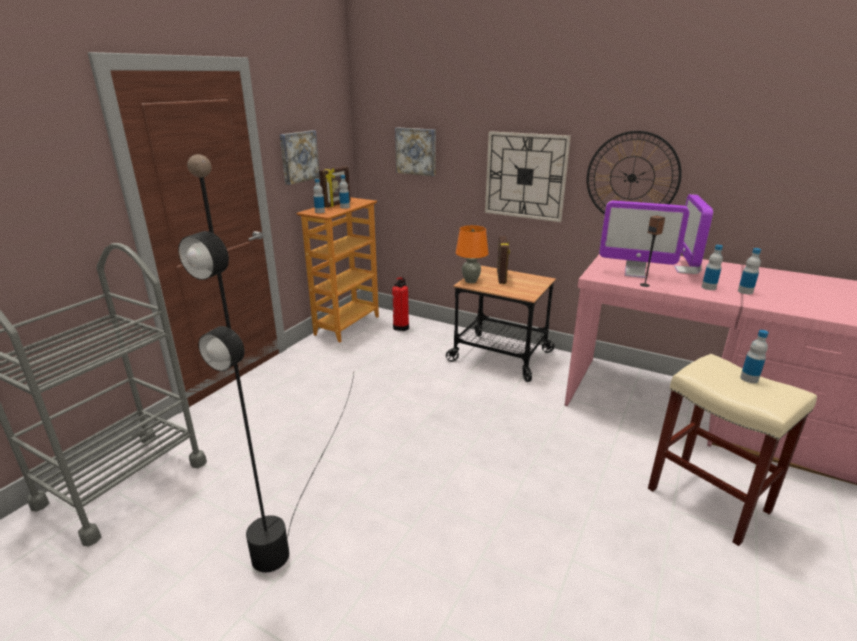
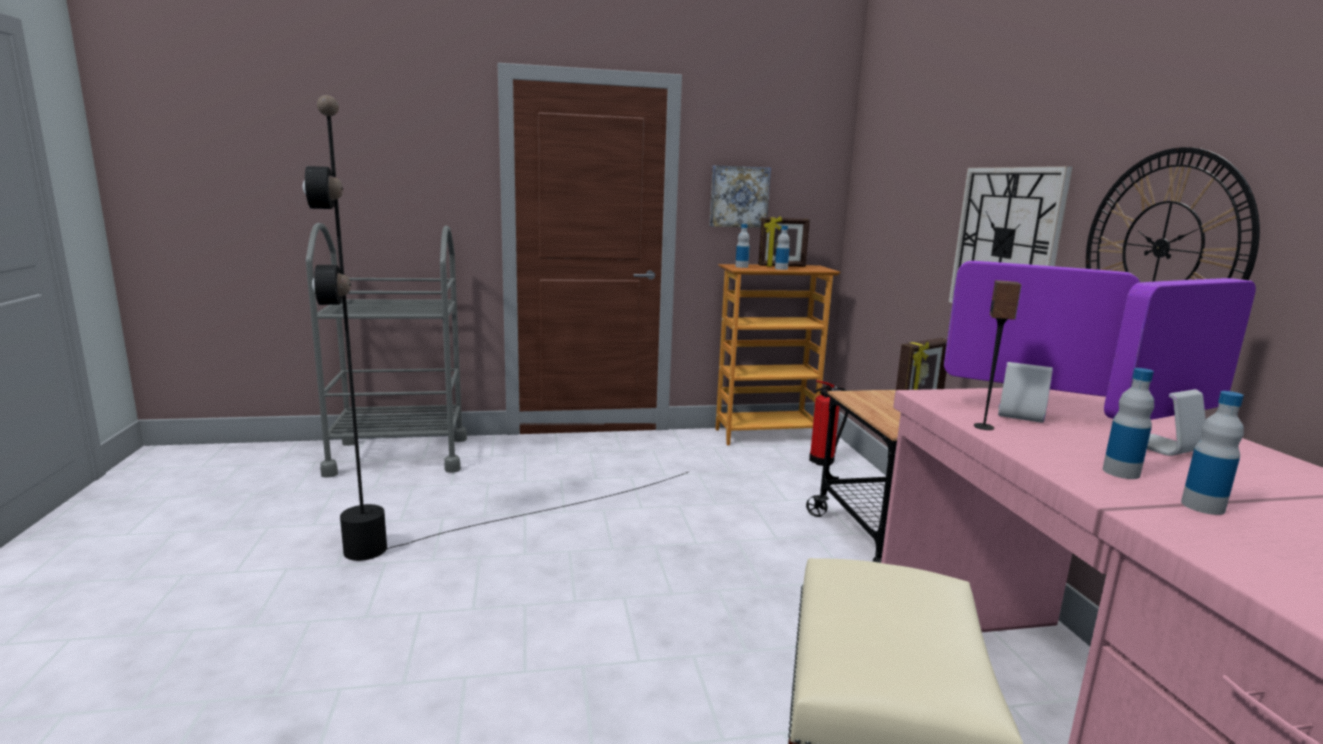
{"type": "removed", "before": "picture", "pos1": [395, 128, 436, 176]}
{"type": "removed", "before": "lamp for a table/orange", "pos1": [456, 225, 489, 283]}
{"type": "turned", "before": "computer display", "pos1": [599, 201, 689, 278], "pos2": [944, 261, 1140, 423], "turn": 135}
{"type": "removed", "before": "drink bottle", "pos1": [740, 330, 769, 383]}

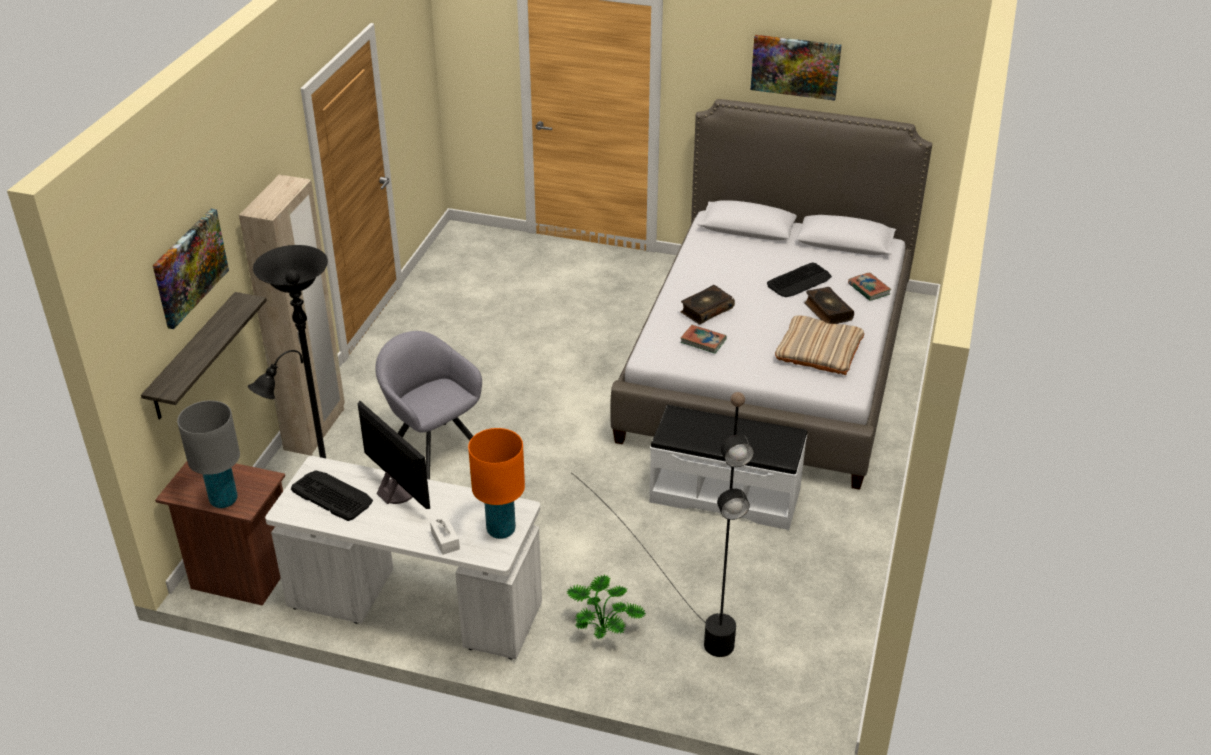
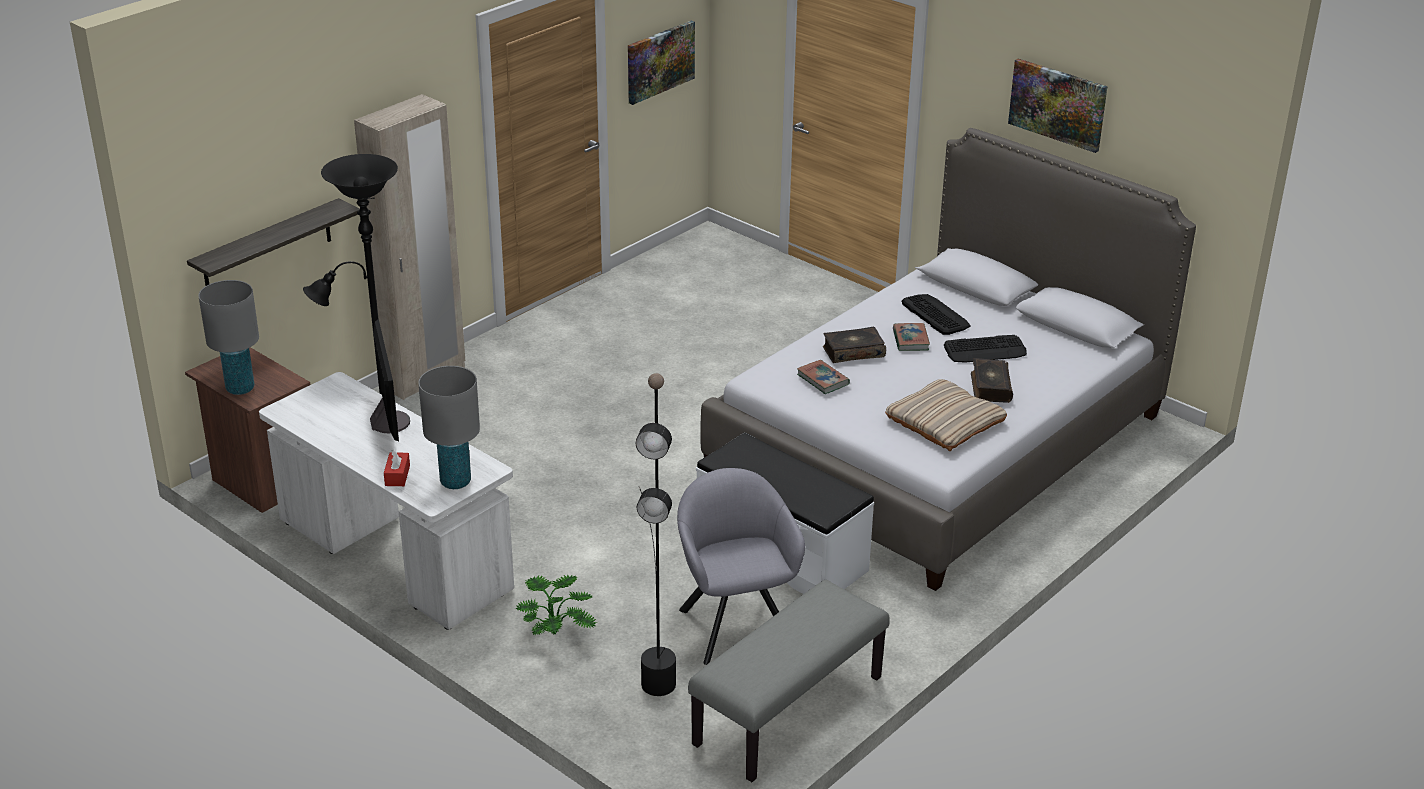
{"type": "moved", "before": "picture", "pos1": [153, 209, 229, 329], "pos2": [628, 21, 695, 105]}
{"type": "moved", "before": "PC keyboard", "pos1": [291, 470, 373, 521], "pos2": [901, 294, 971, 335]}
{"type": "moved", "before": "lounge chair/greyish", "pos1": [375, 331, 482, 480], "pos2": [677, 468, 805, 665]}
{"type": "recoloured", "before": "tissue holder/white", "after": "tissue holder/red", "pos1": [430, 517, 460, 555], "pos2": [384, 449, 410, 486]}
{"type": "recoloured", "before": "lamp for a table/orange", "after": "lamp for a table/greyish", "pos1": [468, 428, 525, 539], "pos2": [418, 366, 480, 489]}
{"type": "moved", "before": "volume", "pos1": [848, 272, 891, 301], "pos2": [893, 323, 930, 351]}
{"type": "added", "after": "indoor bench/greyish", "pos2": [688, 580, 890, 782]}

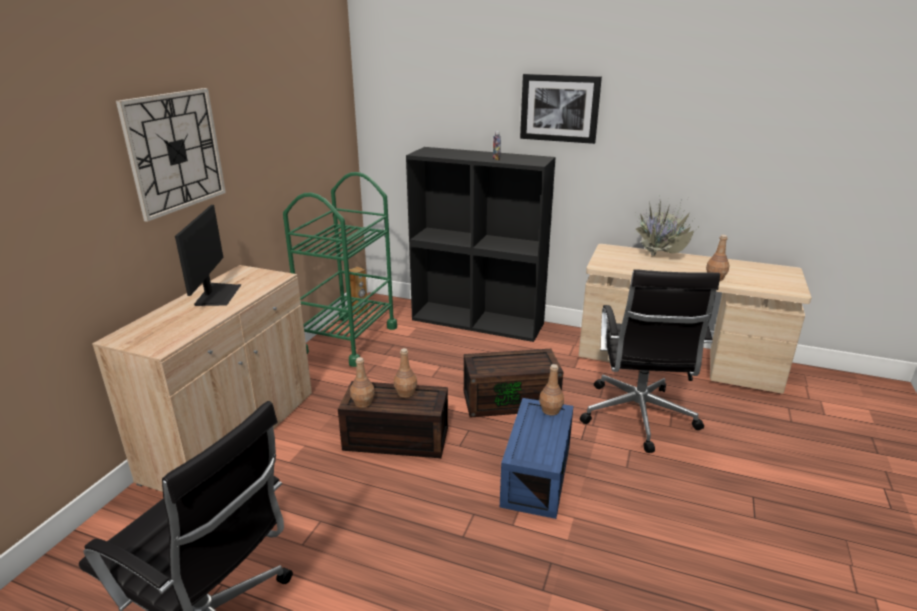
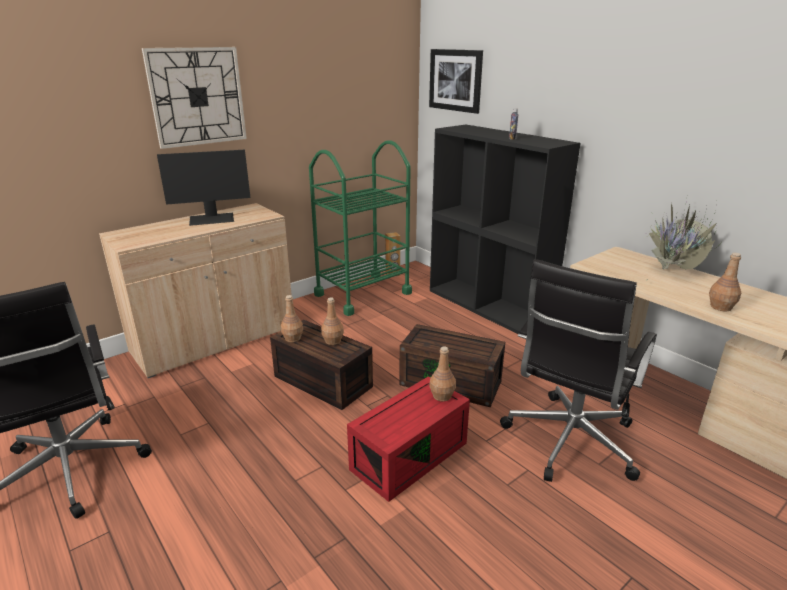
{"type": "turned", "before": "computer display", "pos1": [175, 205, 242, 306], "pos2": [157, 150, 250, 226], "turn": 45}
{"type": "recoloured", "before": "storage box/bluish", "after": "storage box/red", "pos1": [500, 398, 574, 519], "pos2": [347, 377, 470, 502]}
{"type": "moved", "before": "picture", "pos1": [520, 74, 602, 144], "pos2": [429, 49, 483, 114]}

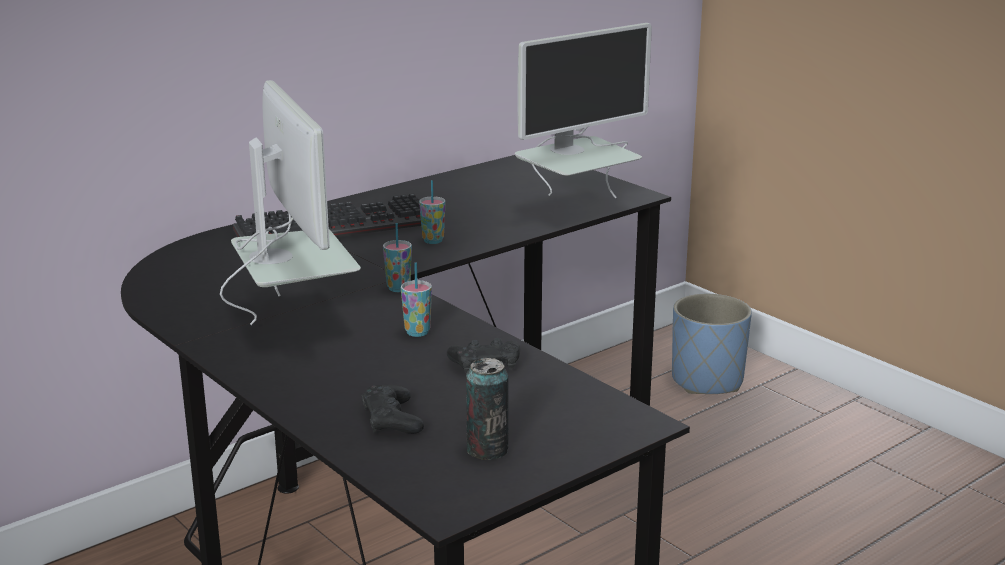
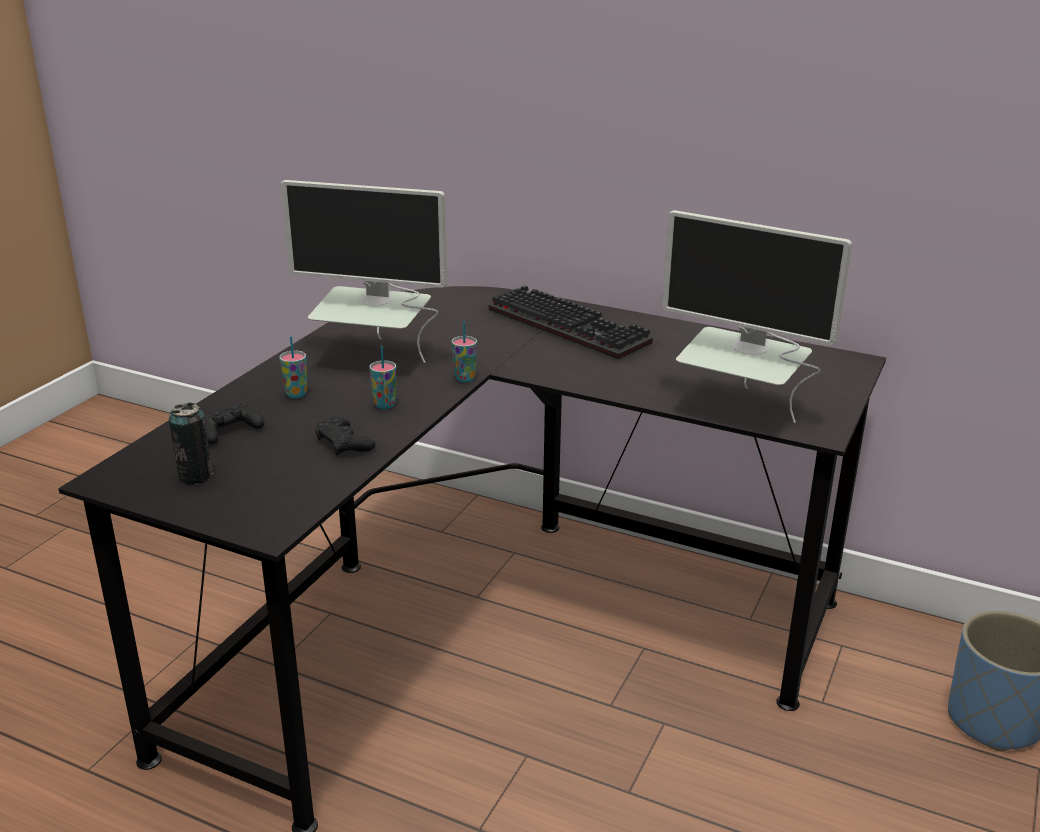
{"type": "turned", "before": "computer display", "pos1": [220, 80, 361, 325], "pos2": [281, 180, 447, 363], "turn": 60}
{"type": "moved", "before": "cup", "pos1": [419, 180, 446, 244], "pos2": [279, 336, 307, 399]}

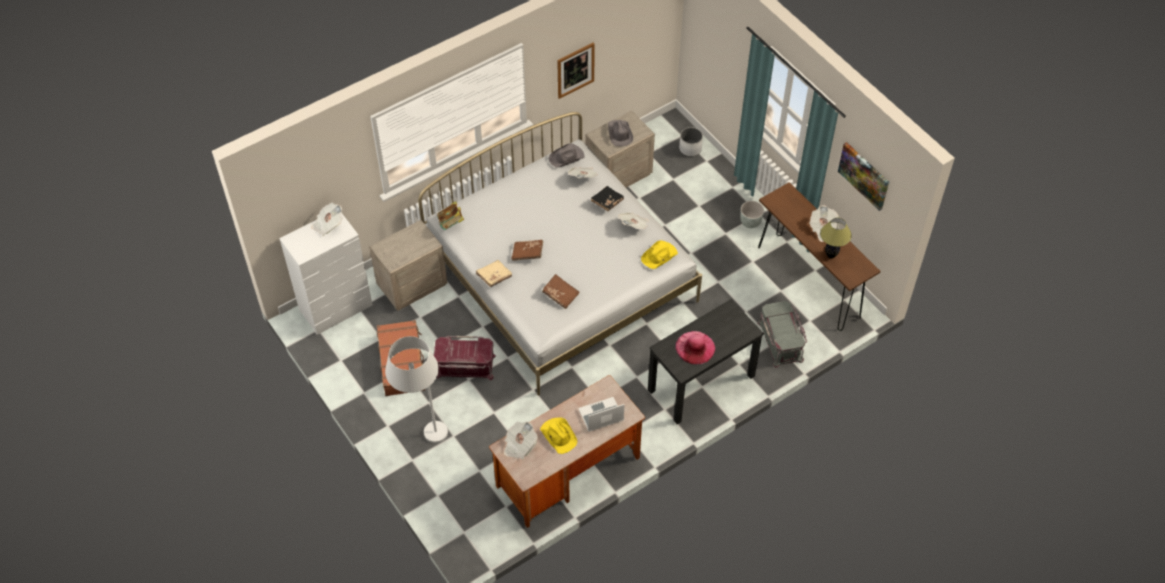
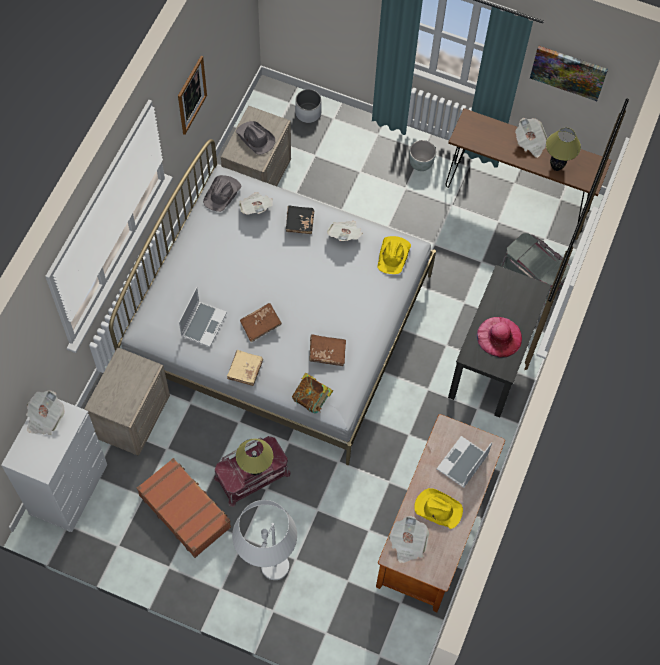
{"type": "moved", "before": "volume", "pos1": [437, 201, 464, 230], "pos2": [292, 373, 333, 414]}
{"type": "added", "after": "laptop", "pos2": [179, 287, 227, 347]}
{"type": "added", "after": "lamp for a table", "pos2": [236, 438, 273, 475]}

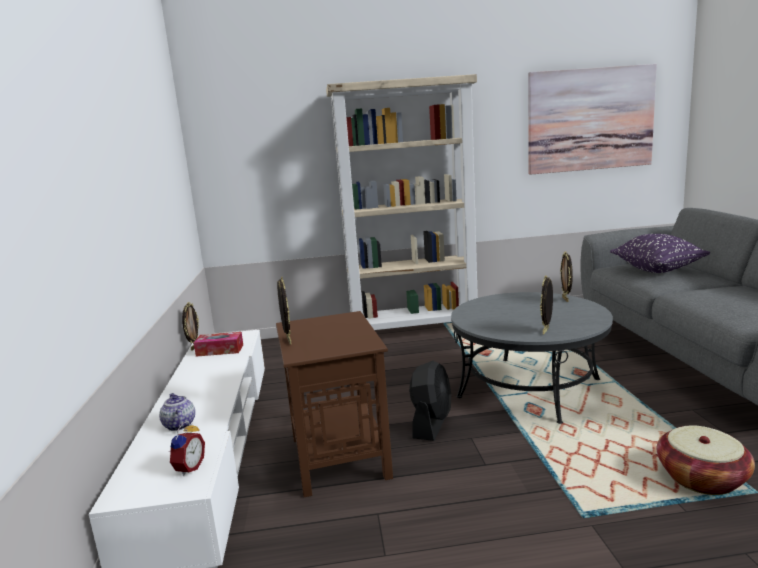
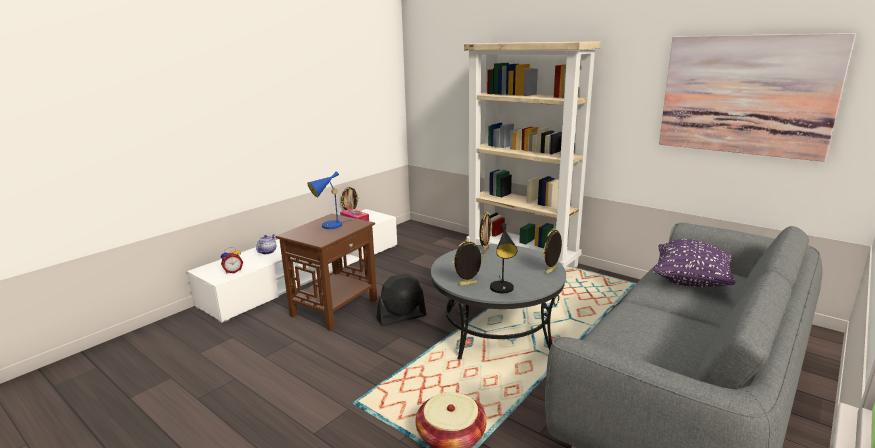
{"type": "moved", "before": "standing frame", "pos1": [277, 277, 291, 345], "pos2": [479, 211, 492, 254]}
{"type": "added", "after": "lamp for a table/bluish", "pos2": [307, 171, 351, 229]}
{"type": "added", "after": "lamp for a table/black-coloured", "pos2": [490, 223, 517, 293]}

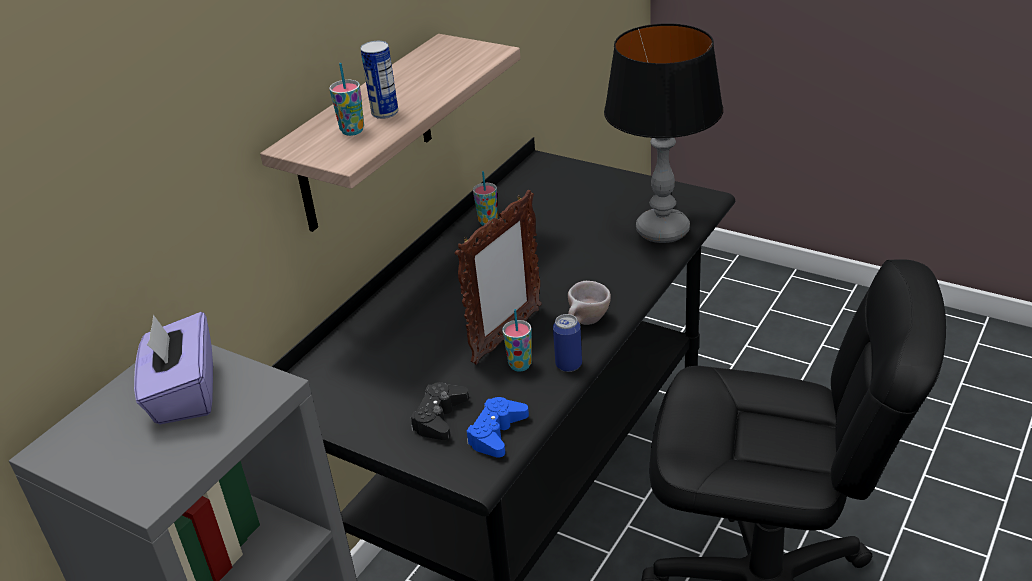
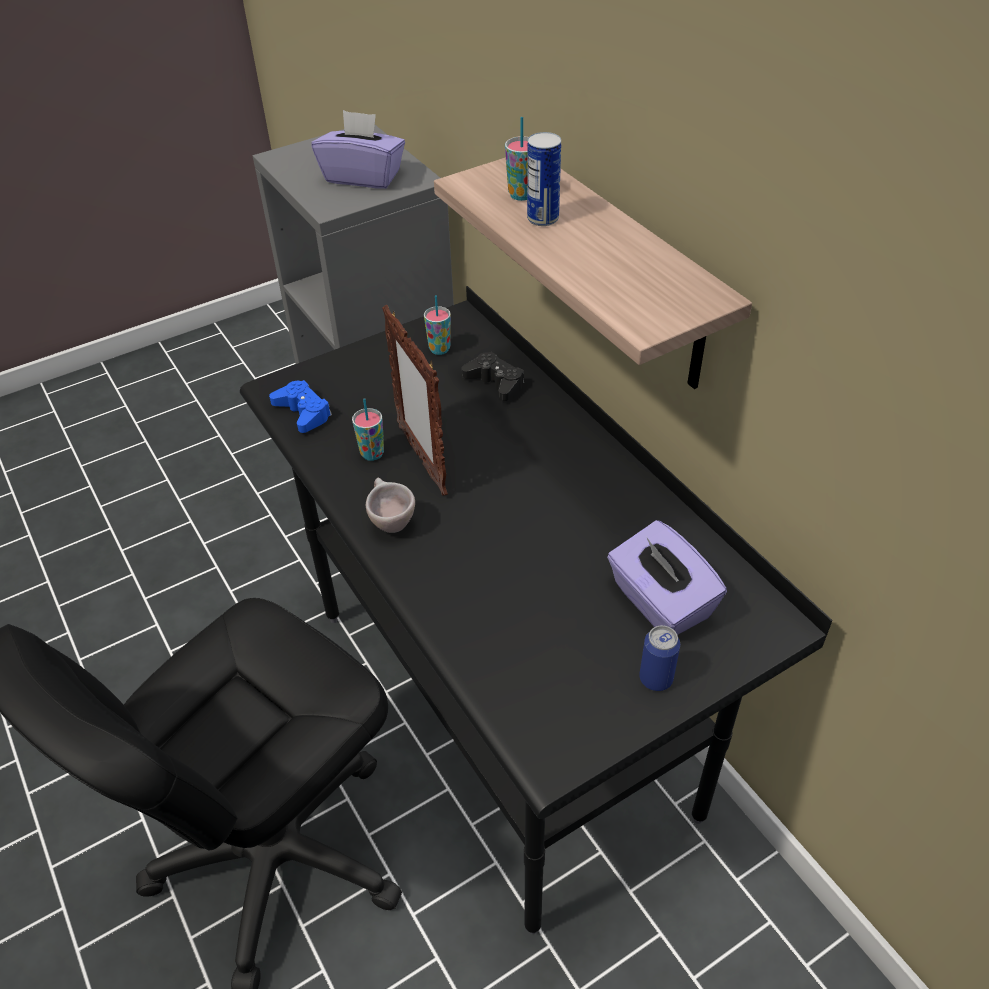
{"type": "moved", "before": "gamepad/black-coloured", "pos1": [411, 382, 469, 440], "pos2": [461, 352, 524, 401]}
{"type": "moved", "before": "cup", "pos1": [473, 171, 498, 226], "pos2": [424, 295, 451, 355]}
{"type": "moved", "before": "can", "pos1": [553, 314, 582, 372], "pos2": [639, 625, 680, 691]}
{"type": "removed", "before": "lamp for a table", "pos1": [604, 23, 723, 243]}
{"type": "added", "after": "tissue holder/purple-coloured", "pos2": [607, 520, 727, 635]}

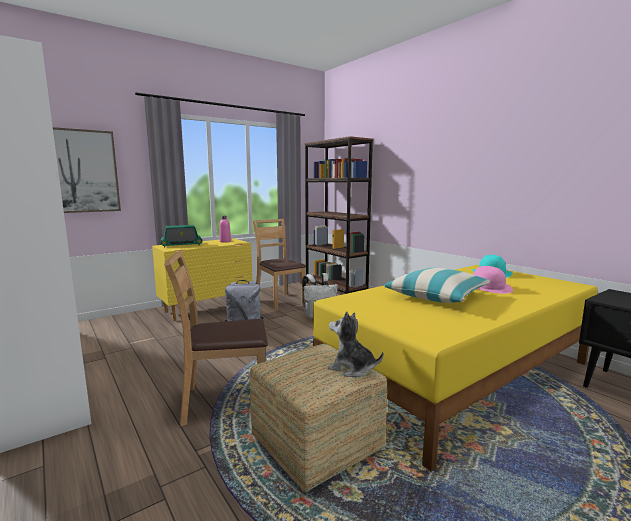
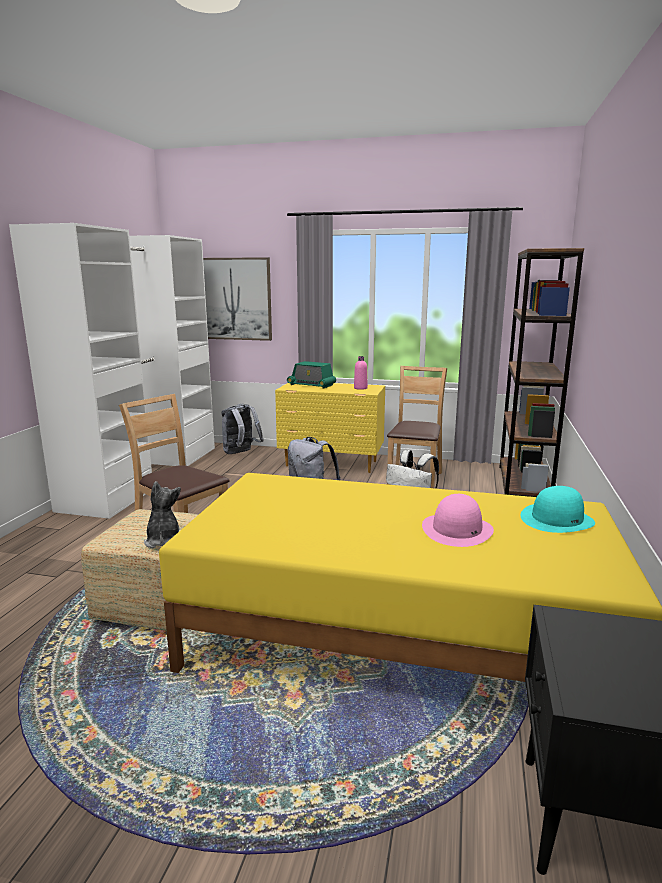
{"type": "removed", "before": "cushion", "pos1": [384, 268, 490, 303]}
{"type": "added", "after": "knapsack/greyish", "pos2": [221, 404, 264, 454]}

